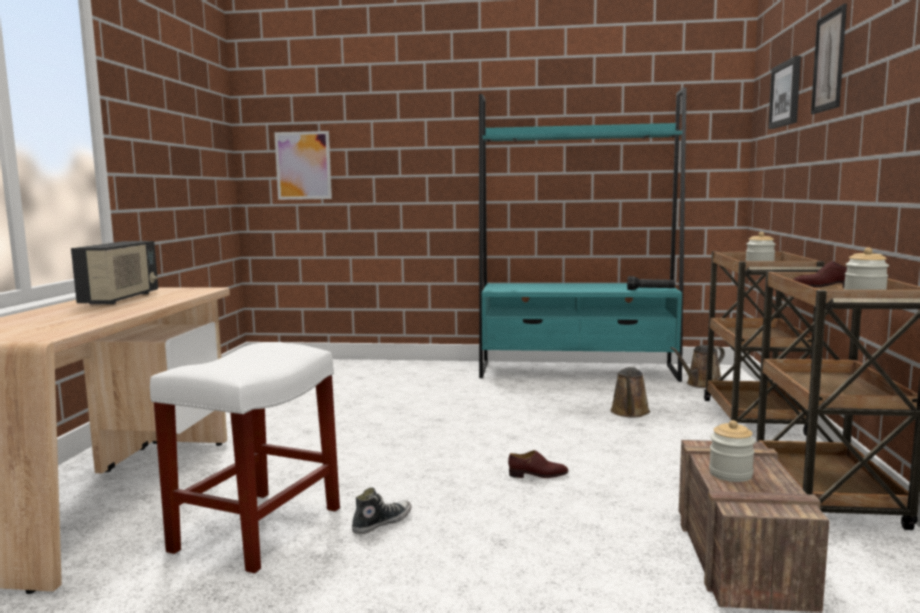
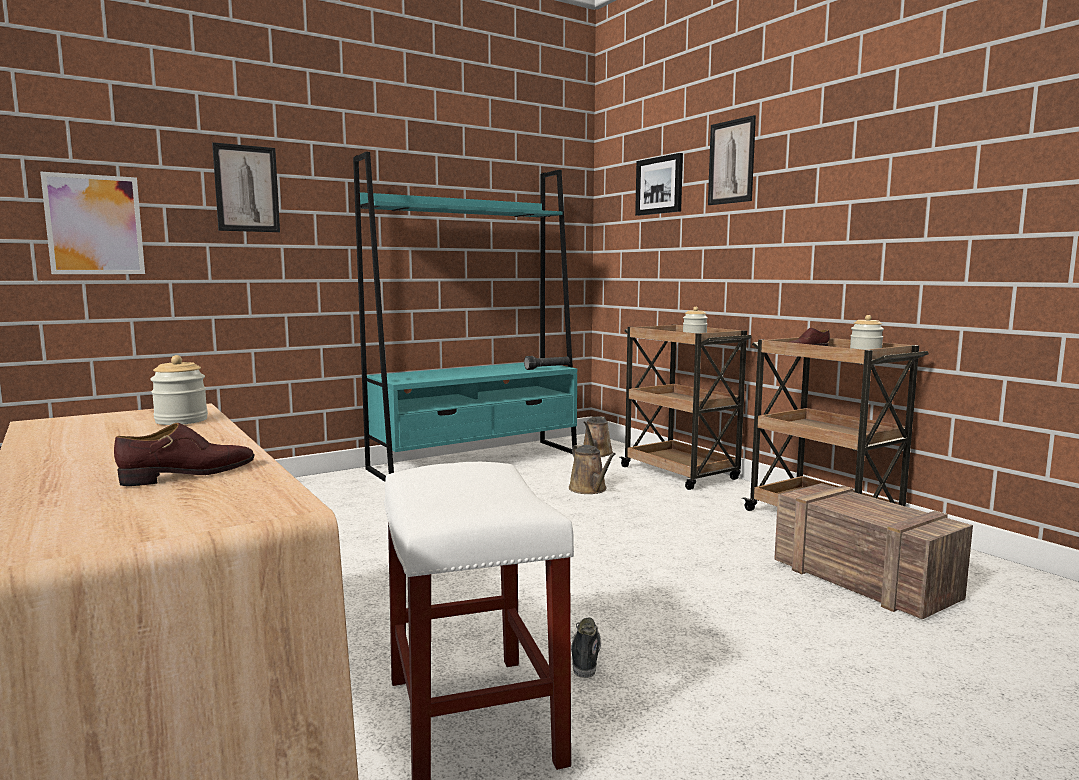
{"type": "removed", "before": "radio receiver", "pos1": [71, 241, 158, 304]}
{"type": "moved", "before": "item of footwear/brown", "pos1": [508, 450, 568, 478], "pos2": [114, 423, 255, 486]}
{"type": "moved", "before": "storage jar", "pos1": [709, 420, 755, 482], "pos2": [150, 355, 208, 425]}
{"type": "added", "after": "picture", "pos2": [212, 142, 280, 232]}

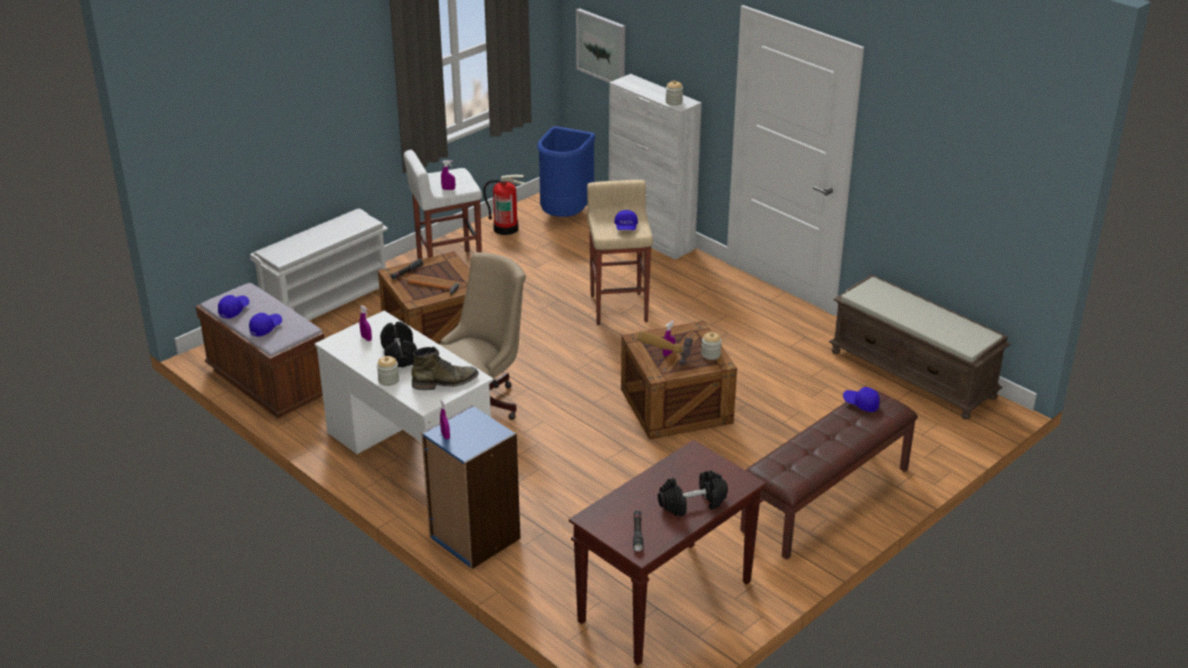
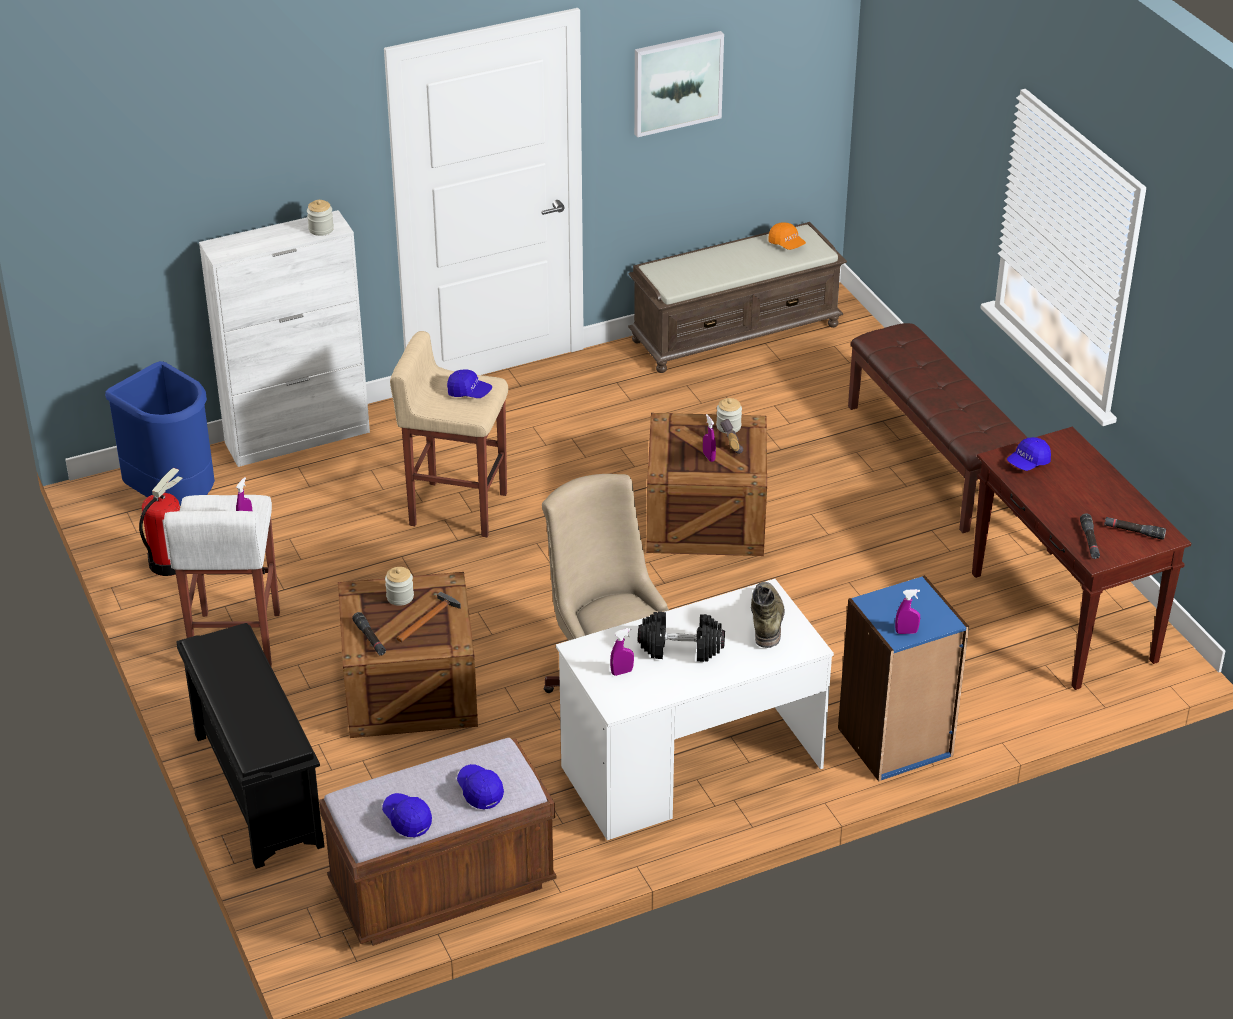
{"type": "recoloured", "before": "shoe rack/white", "after": "shoe rack/black-coloured", "pos1": [250, 208, 388, 321], "pos2": [176, 623, 325, 869]}
{"type": "moved", "before": "storage jar", "pos1": [377, 356, 399, 386], "pos2": [385, 567, 414, 606]}
{"type": "moved", "before": "picture", "pos1": [576, 8, 625, 83], "pos2": [634, 31, 724, 137]}
{"type": "removed", "before": "free weight/black-coloured", "pos1": [658, 471, 728, 516]}
{"type": "moved", "before": "cap/bluish", "pos1": [843, 387, 880, 412], "pos2": [1007, 437, 1051, 471]}
{"type": "added", "after": "cap/orange", "pos2": [768, 222, 806, 250]}
{"type": "added", "after": "hand torch/black-coloured", "pos2": [1080, 513, 1100, 559]}

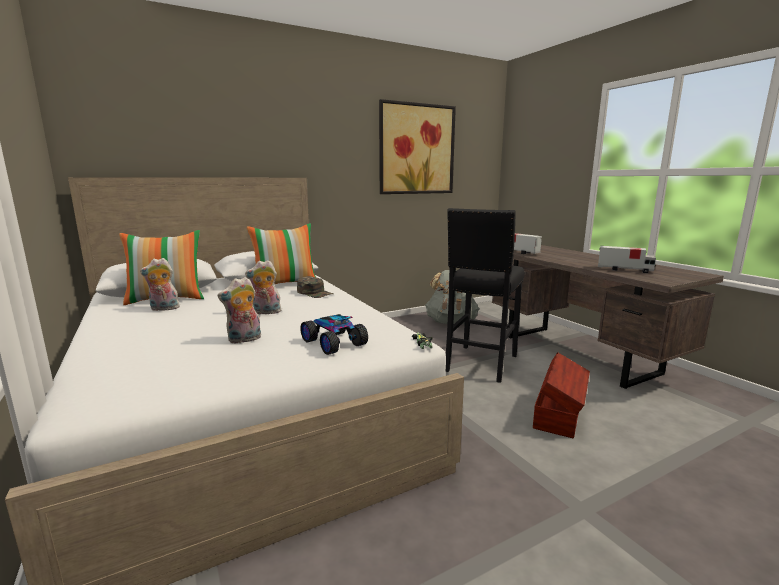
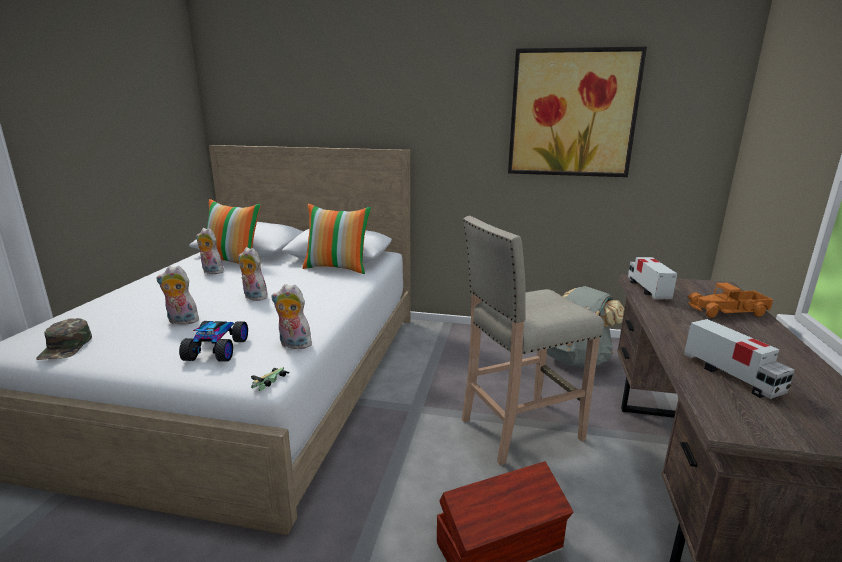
{"type": "moved", "before": "cap/greenish", "pos1": [297, 276, 333, 298], "pos2": [36, 318, 92, 360]}
{"type": "recoloured", "before": "sitting stool/black-coloured", "after": "sitting stool/beige", "pos1": [446, 208, 525, 383], "pos2": [462, 216, 604, 465]}
{"type": "added", "after": "cuddly toy", "pos2": [271, 284, 312, 349]}
{"type": "added", "after": "model truck", "pos2": [688, 283, 773, 318]}

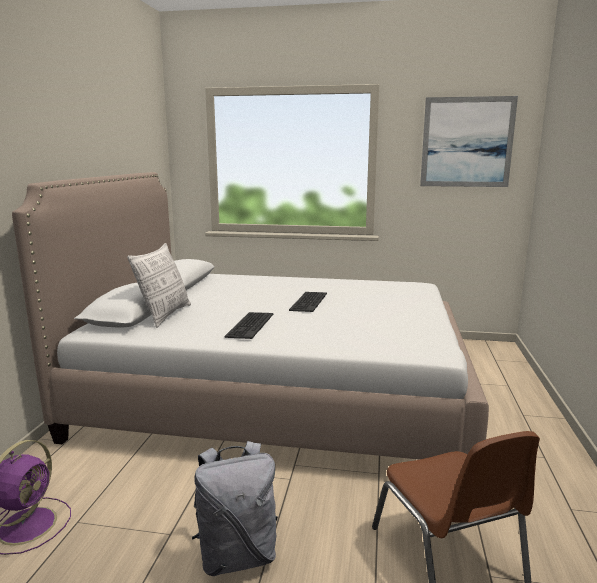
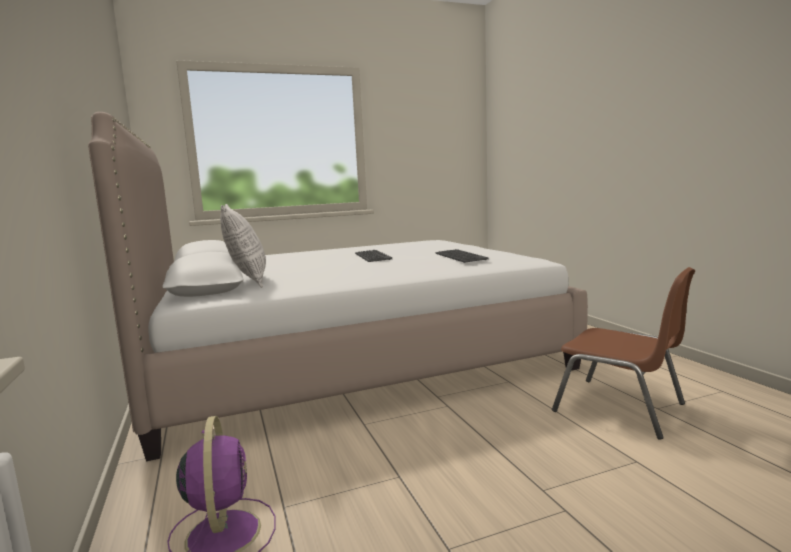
{"type": "removed", "before": "knapsack/greyish", "pos1": [192, 441, 278, 576]}
{"type": "moved", "before": "PC keyboard", "pos1": [225, 312, 273, 339], "pos2": [436, 249, 489, 263]}
{"type": "removed", "before": "picture", "pos1": [420, 96, 518, 187]}

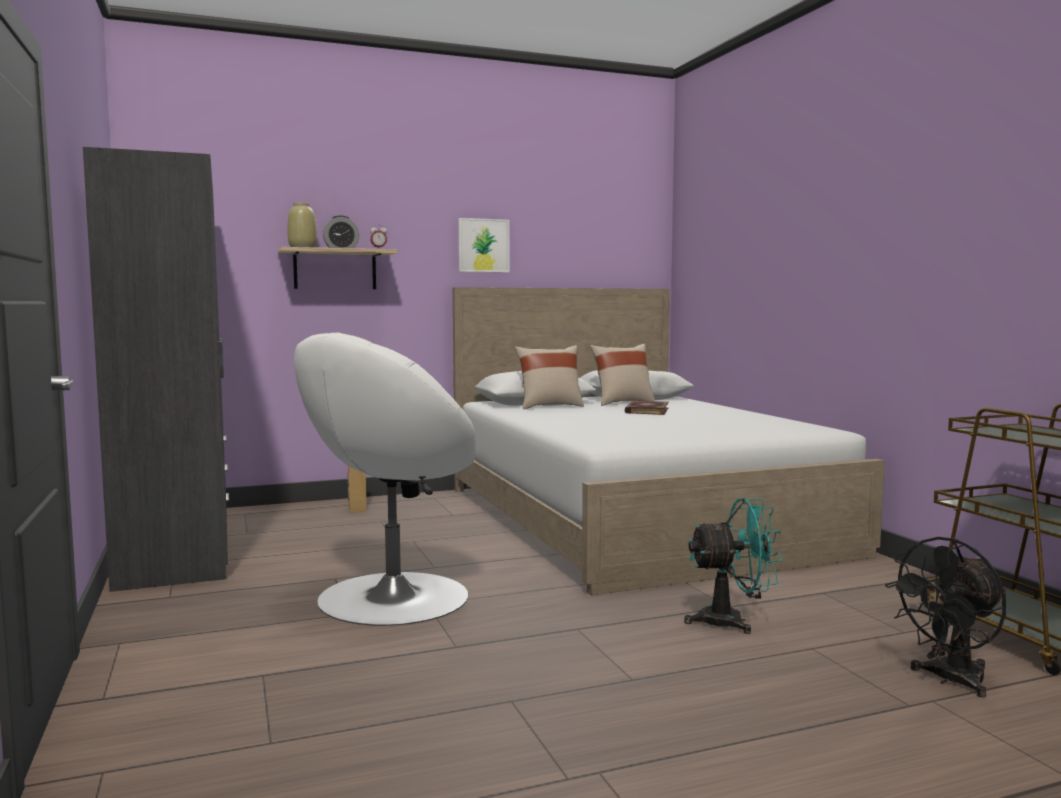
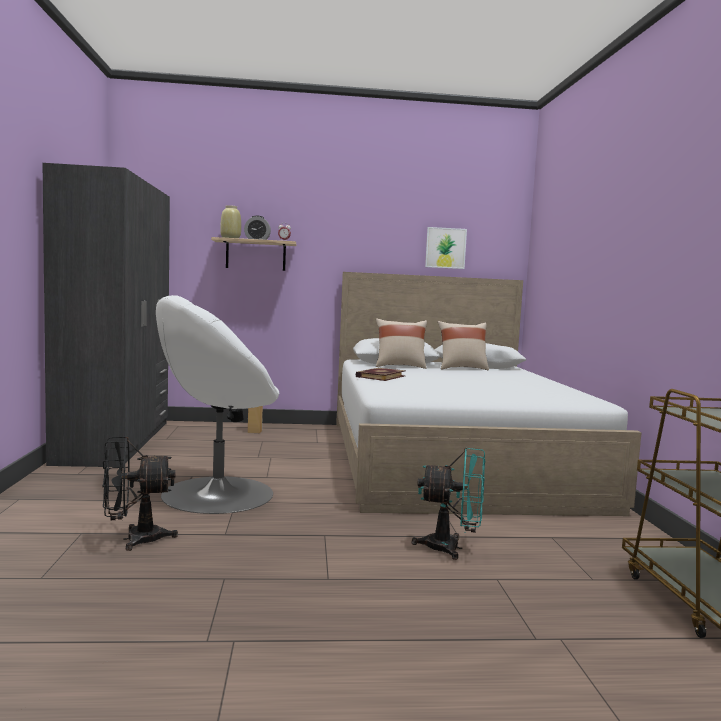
{"type": "moved", "before": "picture", "pos1": [458, 218, 510, 272], "pos2": [425, 227, 467, 269]}
{"type": "moved", "before": "volume", "pos1": [624, 401, 669, 415], "pos2": [355, 368, 406, 381]}
{"type": "moved", "before": "fan/black-coloured", "pos1": [885, 537, 1007, 697], "pos2": [102, 436, 178, 551]}

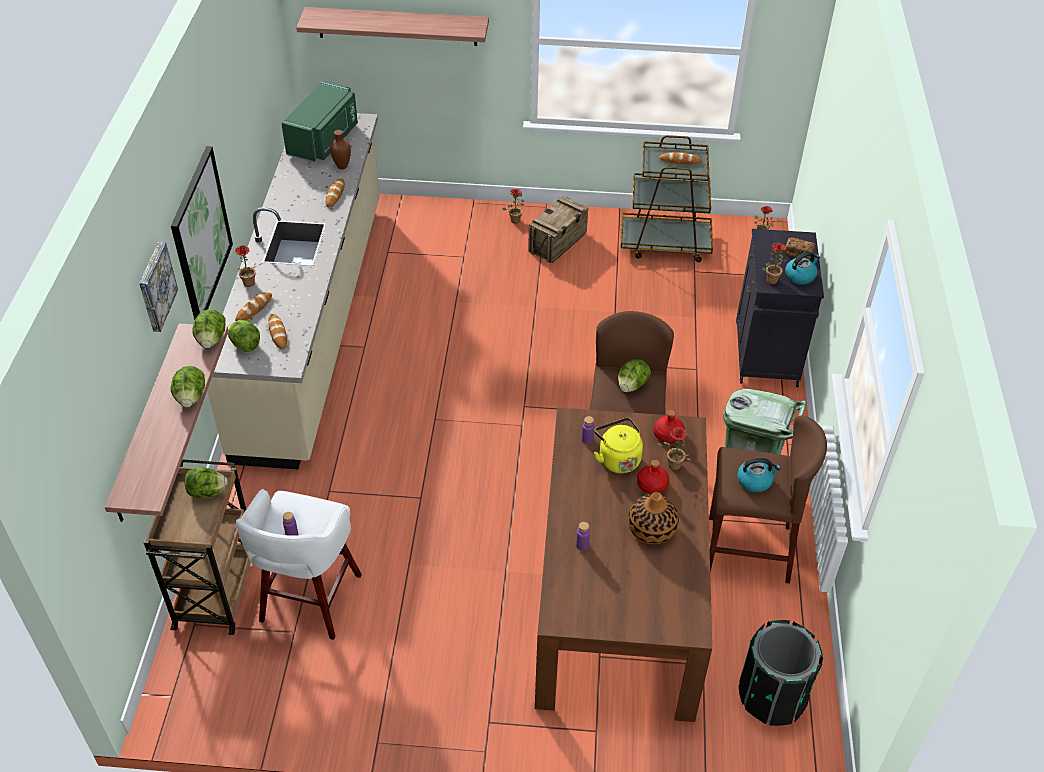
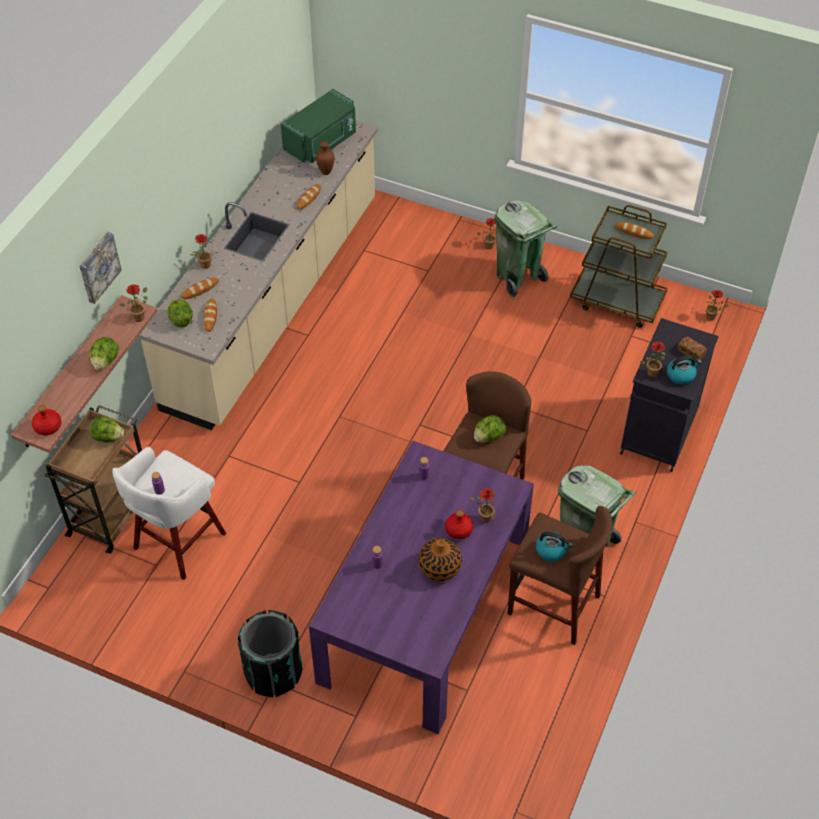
{"type": "removed", "before": "picture", "pos1": [171, 146, 233, 320]}
{"type": "replaced", "before": "head of lettuce", "after": "houseplant", "pos1": [192, 309, 226, 348], "pos2": [119, 285, 148, 322]}
{"type": "removed", "before": "shelf", "pos1": [296, 7, 489, 46]}
{"type": "replaced", "before": "packing crate", "after": "waste bin/greenish", "pos1": [528, 196, 588, 263], "pos2": [494, 200, 557, 298]}
{"type": "recoloured", "before": "dining table/brown", "after": "dining table/purple-coloured", "pos1": [535, 407, 712, 722], "pos2": [309, 440, 534, 734]}
{"type": "removed", "before": "tea kettle/yellow", "pos1": [594, 418, 643, 473]}
{"type": "moved", "before": "drink bottle/red", "pos1": [654, 410, 685, 444], "pos2": [32, 405, 61, 435]}
{"type": "moved", "before": "waste bin/black-coloured", "pos1": [739, 620, 823, 726], "pos2": [238, 610, 303, 697]}

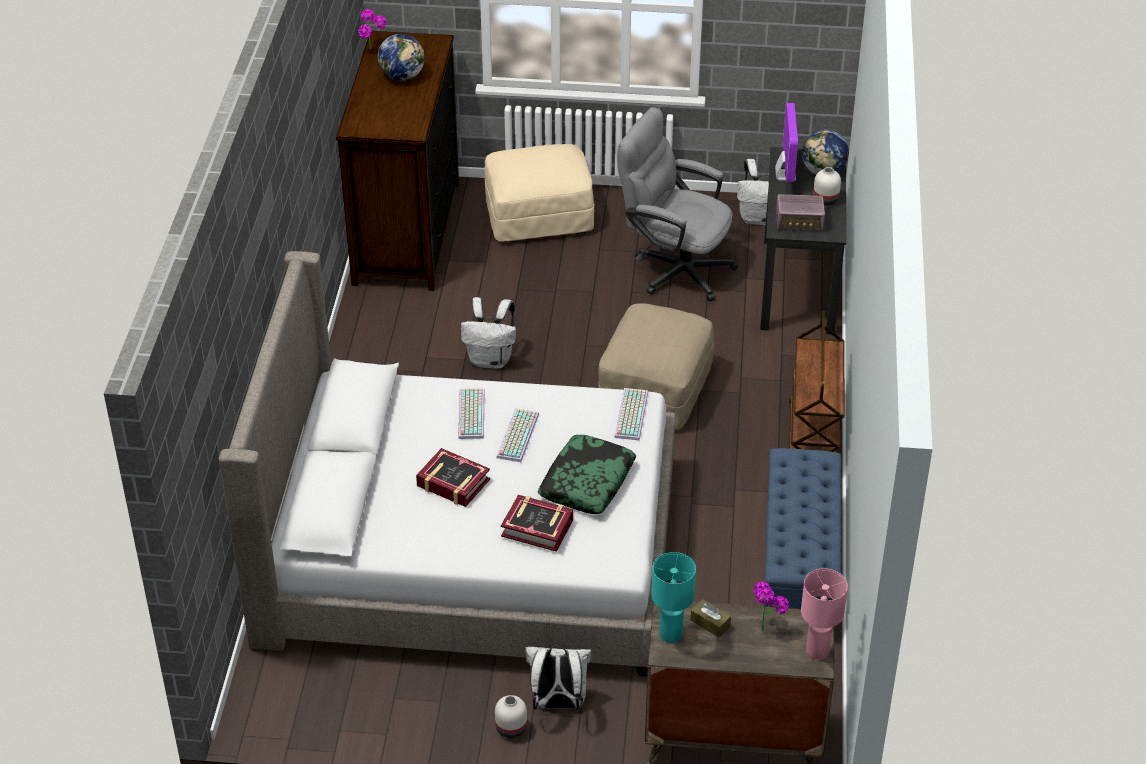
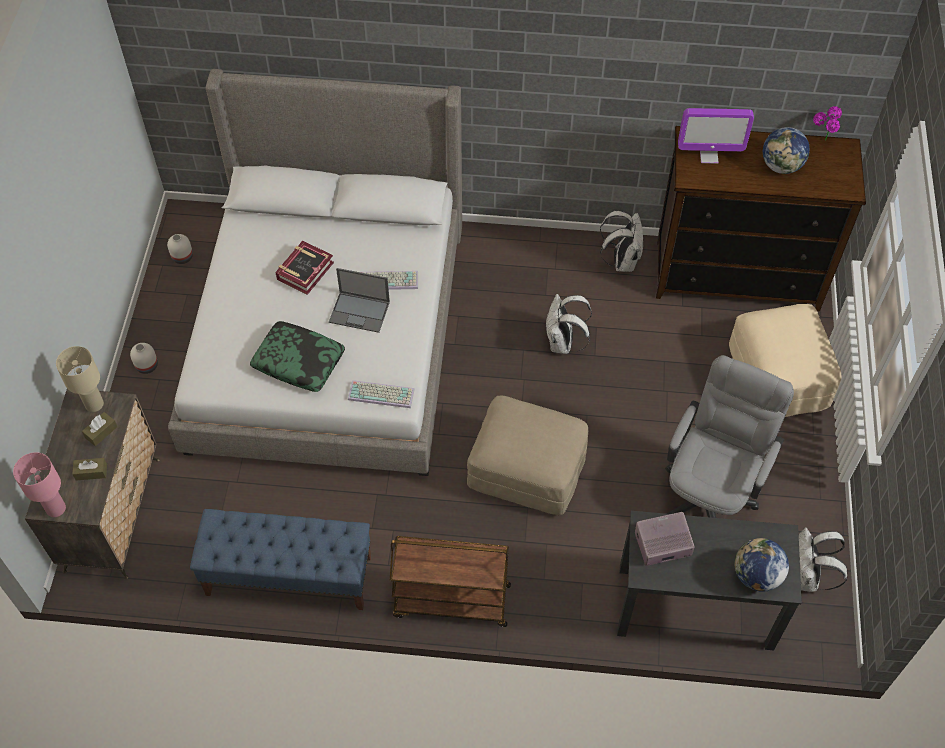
{"type": "replaced", "before": "PC keyboard", "after": "laptop", "pos1": [496, 408, 539, 462], "pos2": [329, 268, 390, 333]}
{"type": "removed", "before": "volume", "pos1": [501, 495, 573, 552]}
{"type": "moved", "before": "knapsack/white", "pos1": [525, 645, 591, 710], "pos2": [600, 211, 643, 272]}
{"type": "recoloured", "before": "lamp for a table/blue-green", "after": "lamp for a table/beige", "pos1": [652, 552, 696, 643], "pos2": [56, 346, 104, 412]}
{"type": "replaced", "before": "houseplant", "after": "tissue holder/brown", "pos1": [753, 581, 789, 631], "pos2": [72, 458, 107, 481]}
{"type": "moved", "before": "computer display", "pos1": [775, 103, 798, 182], "pos2": [678, 108, 754, 164]}
{"type": "turned", "before": "radio receiver", "pos1": [776, 194, 825, 231], "pos2": [635, 512, 695, 566], "turn": 75}
{"type": "moved", "before": "flower vase/white", "pos1": [813, 167, 841, 206], "pos2": [167, 234, 193, 264]}

